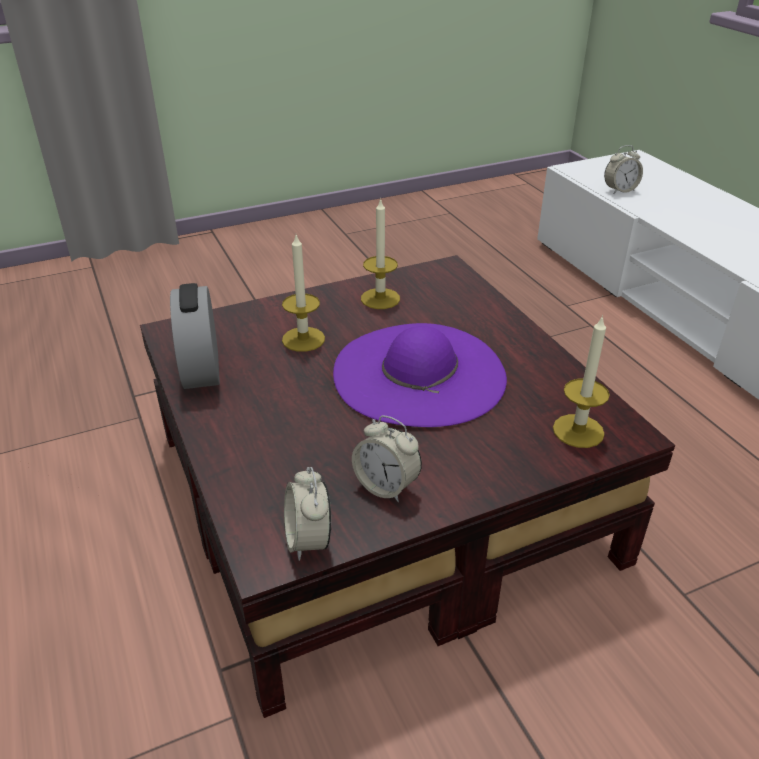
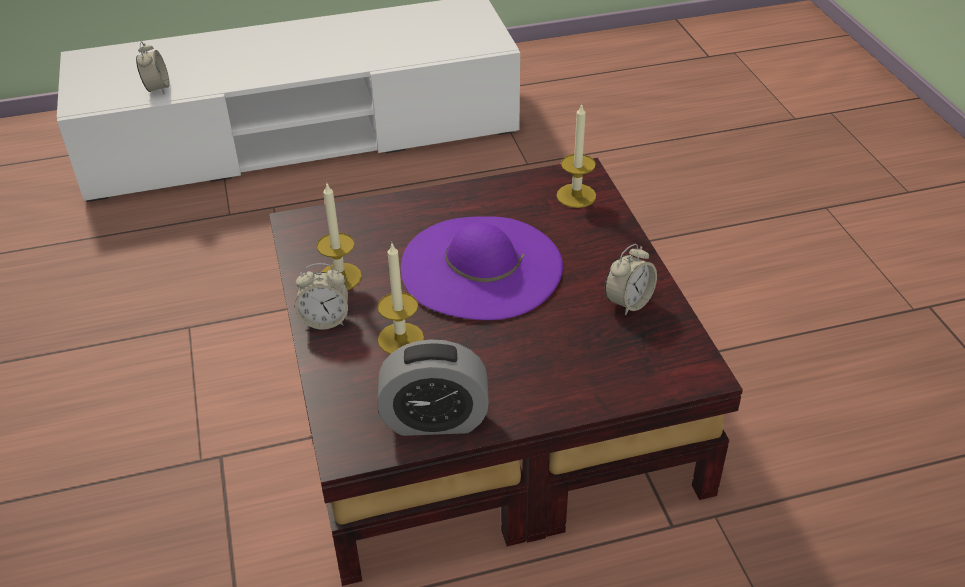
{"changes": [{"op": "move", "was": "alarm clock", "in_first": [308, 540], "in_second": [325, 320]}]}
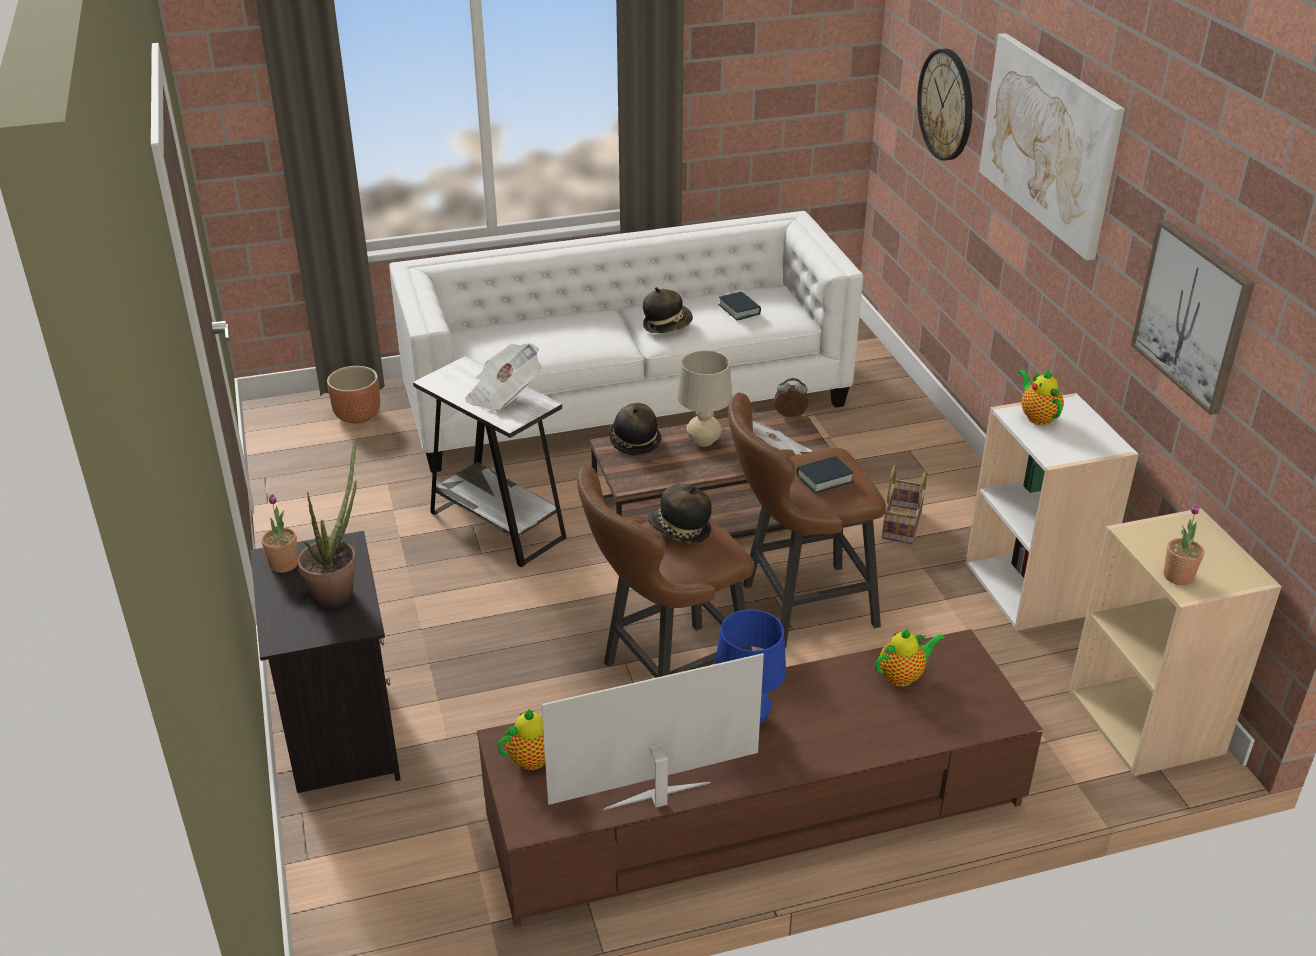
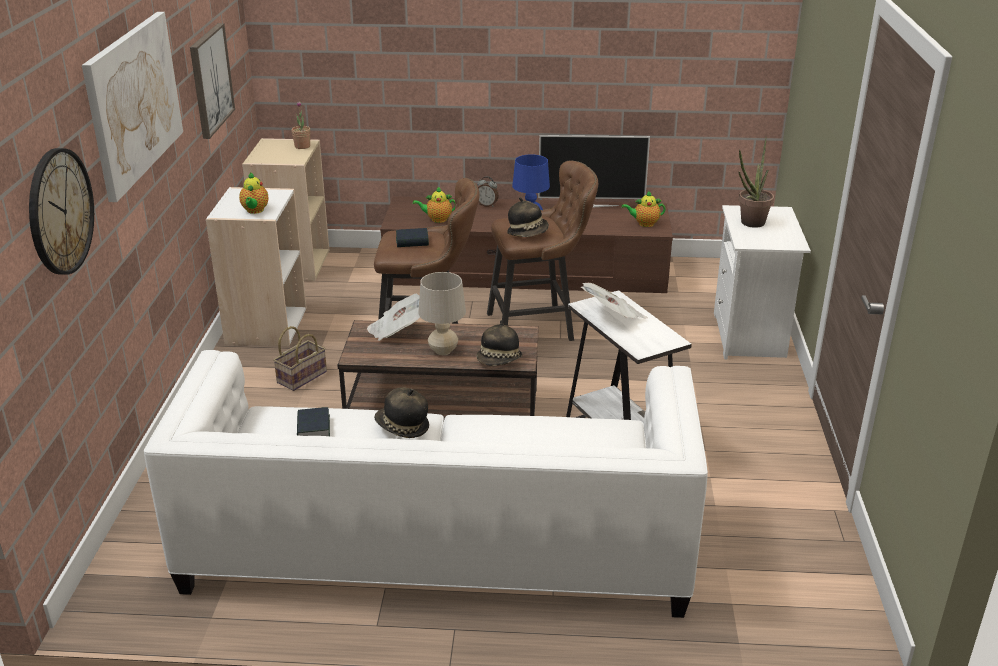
{"changes": [{"op": "recolor", "was": "black nightstand", "now": "white nightstand", "in_first": [340, 736], "in_second": [750, 336]}, {"op": "delete", "was": "potted plant", "in_first": [284, 564]}, {"op": "delete", "was": "brown planter", "in_first": [358, 415]}, {"op": "move", "was": "alarm clock", "in_first": [790, 416], "in_second": [487, 205]}]}
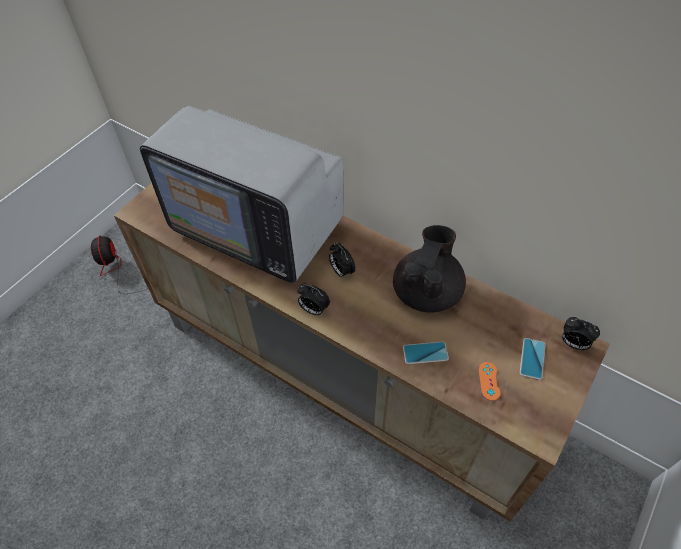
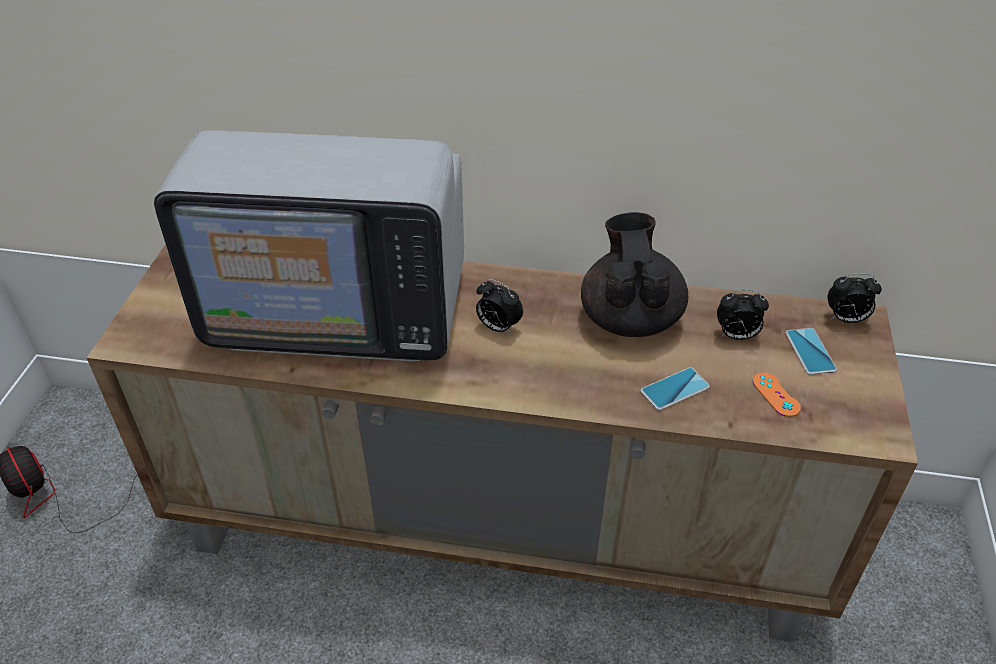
{"changes": [{"op": "move", "was": "alarm clock", "in_first": [313, 310], "in_second": [736, 336]}]}
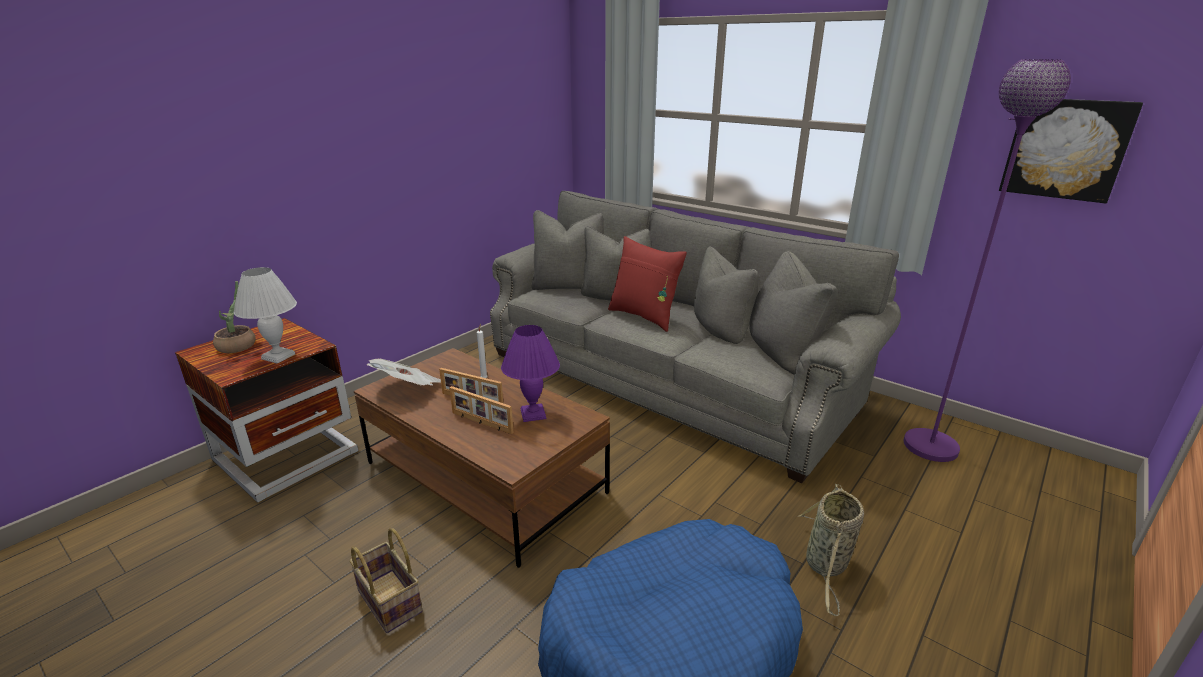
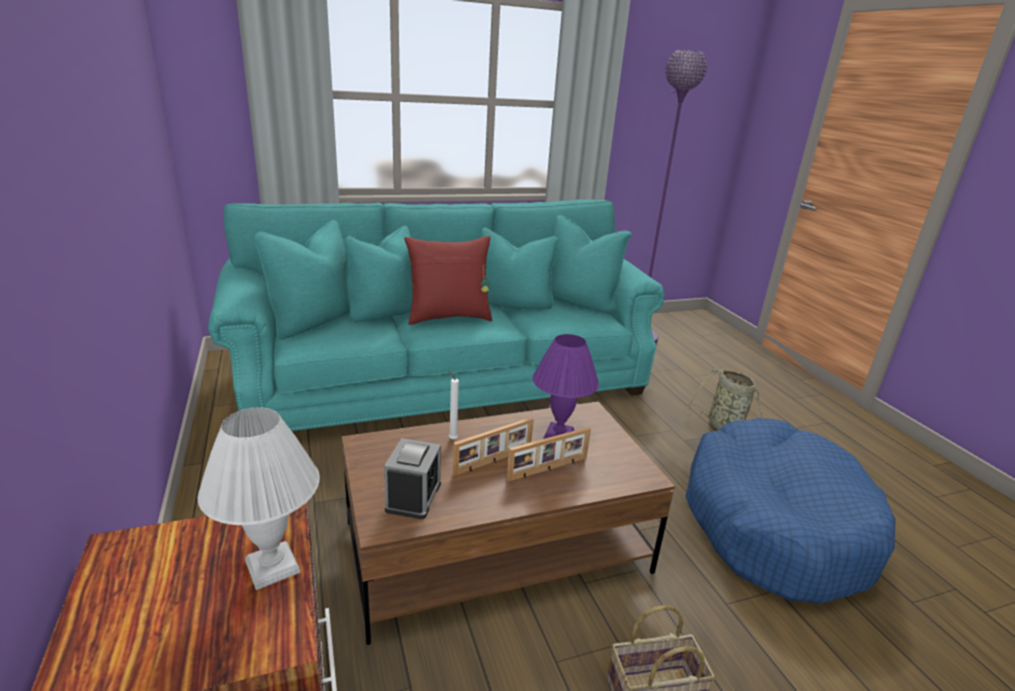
{"changes": [{"op": "delete", "was": "potted plant", "in_first": [242, 345]}, {"op": "replace", "was": "newspaper", "now": "alarm clock", "in_first": [409, 388], "in_second": [413, 496]}, {"op": "recolor", "was": "grey sofa", "now": "turquoise sofa", "in_first": [668, 377], "in_second": [446, 376]}, {"op": "delete", "was": "picture", "in_first": [1066, 149]}]}
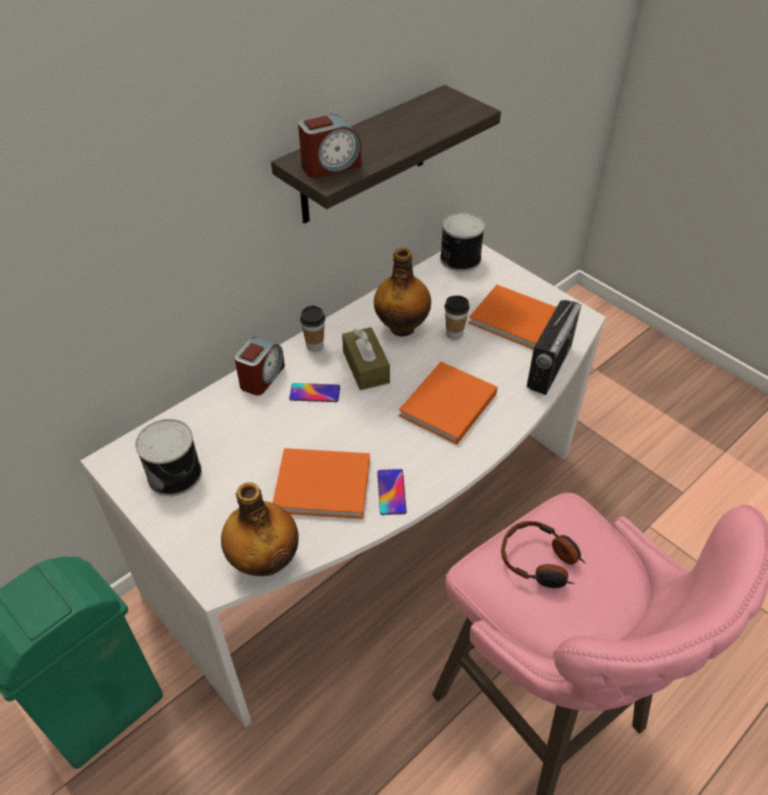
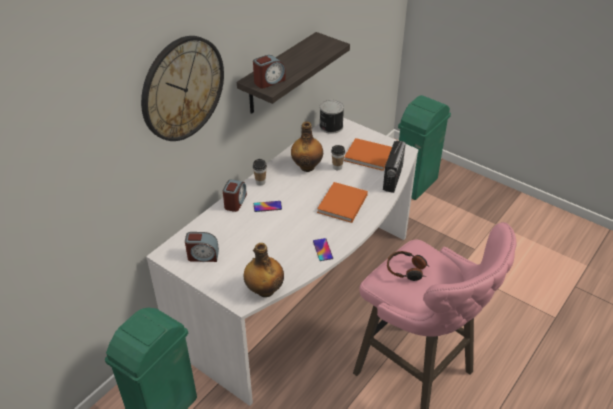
{"changes": [{"op": "replace", "was": "can", "now": "alarm clock", "in_first": [176, 473], "in_second": [203, 256]}, {"op": "delete", "was": "orange book", "in_first": [325, 486]}, {"op": "delete", "was": "brown tissue box", "in_first": [366, 367]}, {"op": "insert", "now": "wall clock", "in_second": [182, 88]}, {"op": "insert", "now": "green trash can", "in_second": [416, 184]}]}
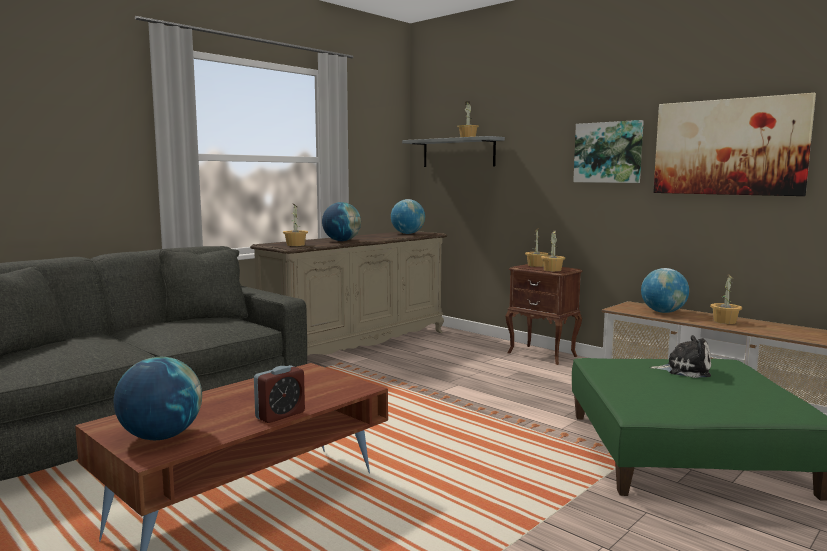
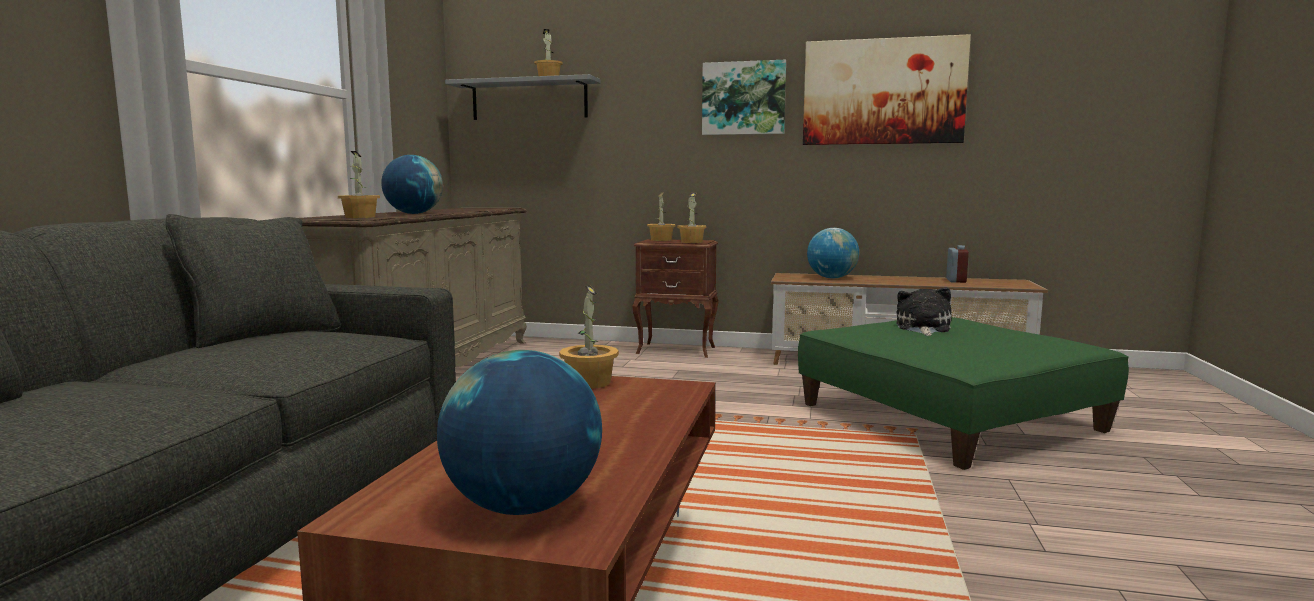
{"changes": [{"op": "move", "was": "alarm clock", "in_first": [280, 415], "in_second": [956, 280]}, {"op": "delete", "was": "globe", "in_first": [407, 233]}, {"op": "rotate", "was": "plush toy", "in_first": [684, 370], "in_second": [922, 328], "clockwise": -60}, {"op": "move", "was": "potted plant", "in_first": [724, 321], "in_second": [588, 382]}]}
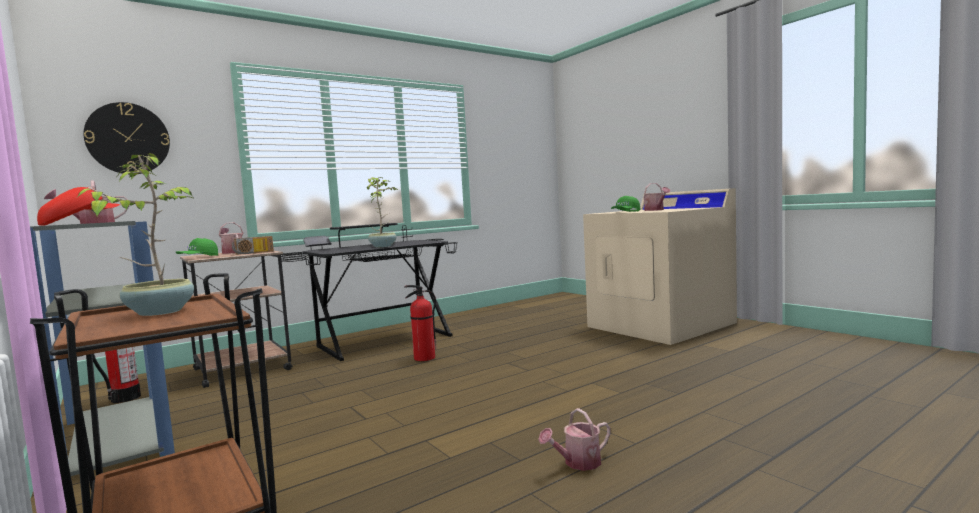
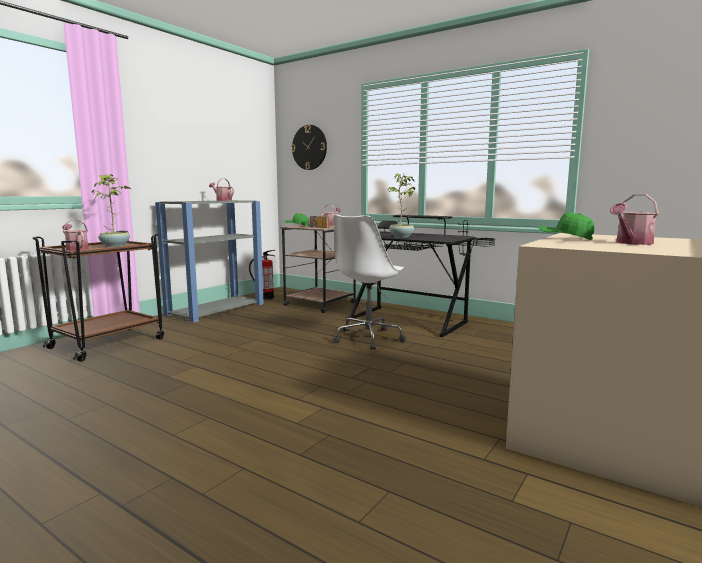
{"changes": [{"op": "delete", "was": "red cap", "in_first": [79, 223]}, {"op": "replace", "was": "fire extinguisher", "now": "white office chair", "in_first": [424, 358], "in_second": [367, 339]}, {"op": "move", "was": "watering can", "in_first": [578, 463], "in_second": [76, 249]}]}
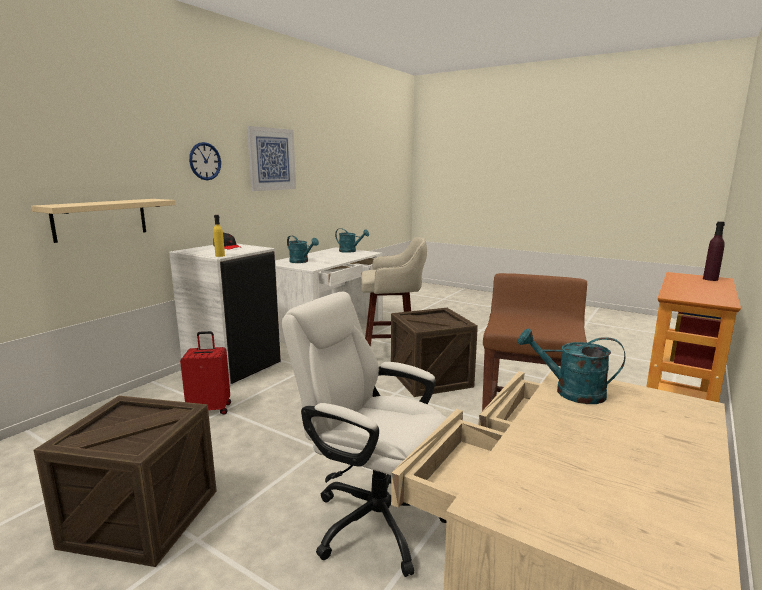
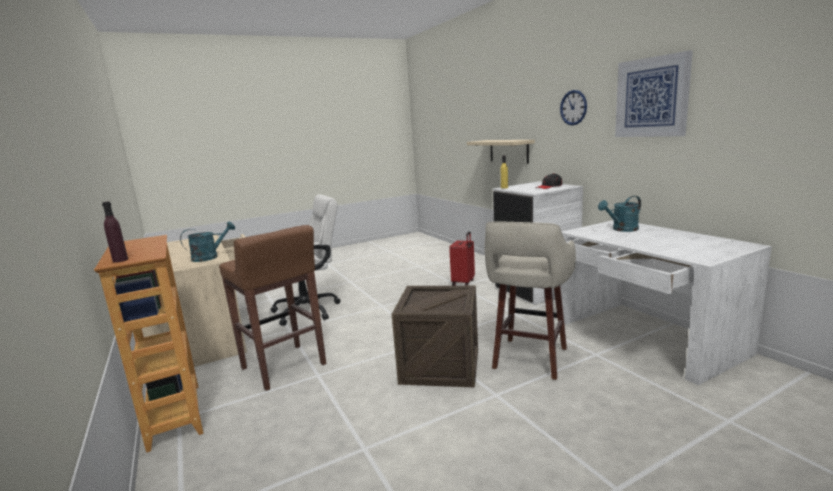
{"changes": [{"op": "delete", "was": "crate", "in_first": [142, 518]}, {"op": "delete", "was": "turquoise watering can", "in_first": [350, 251]}]}
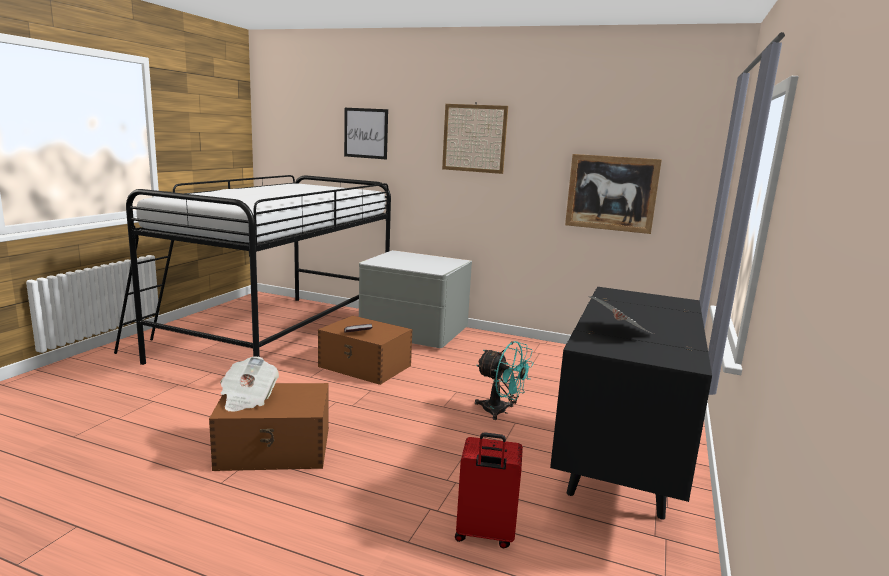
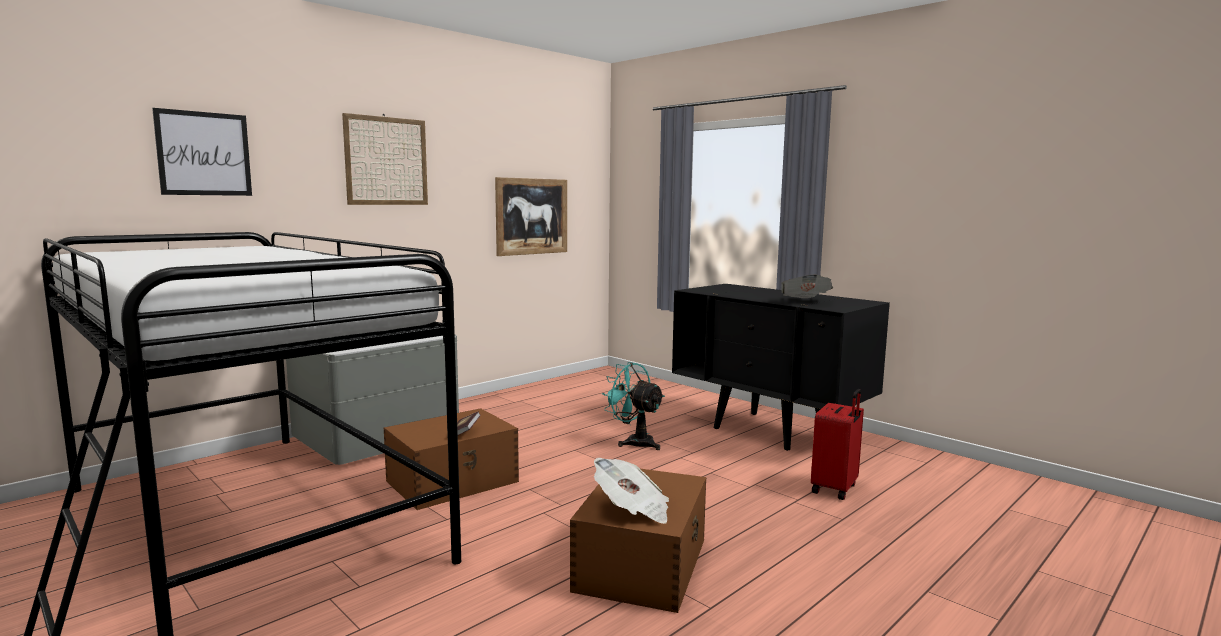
{"changes": [{"op": "rotate", "was": "turquoise fan", "in_first": [500, 411], "in_second": [634, 442], "clockwise": -105}]}
